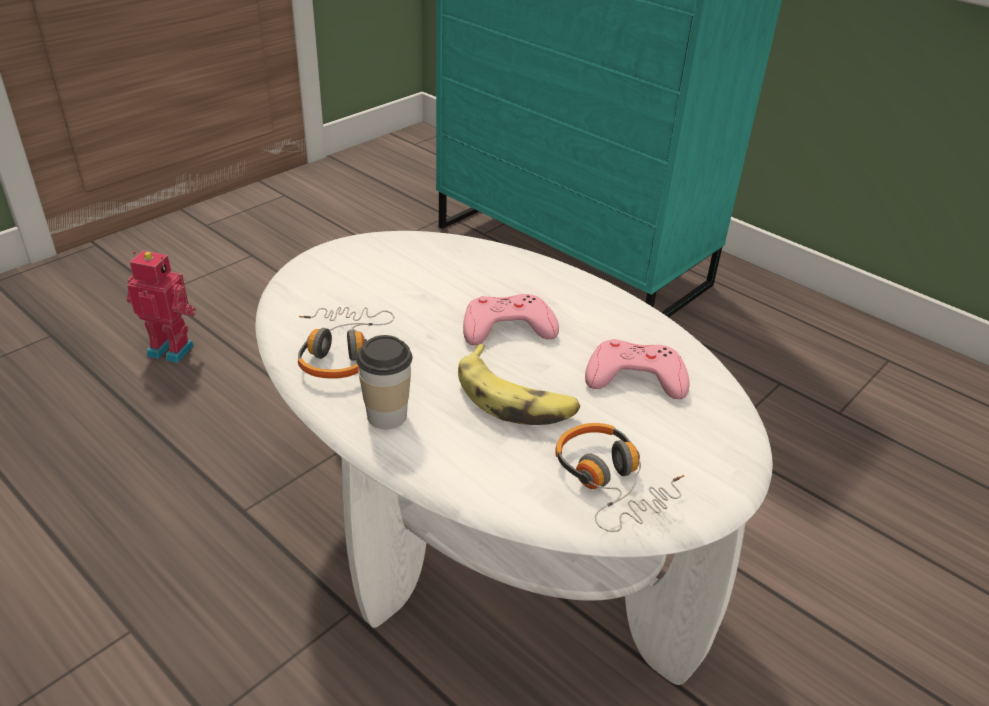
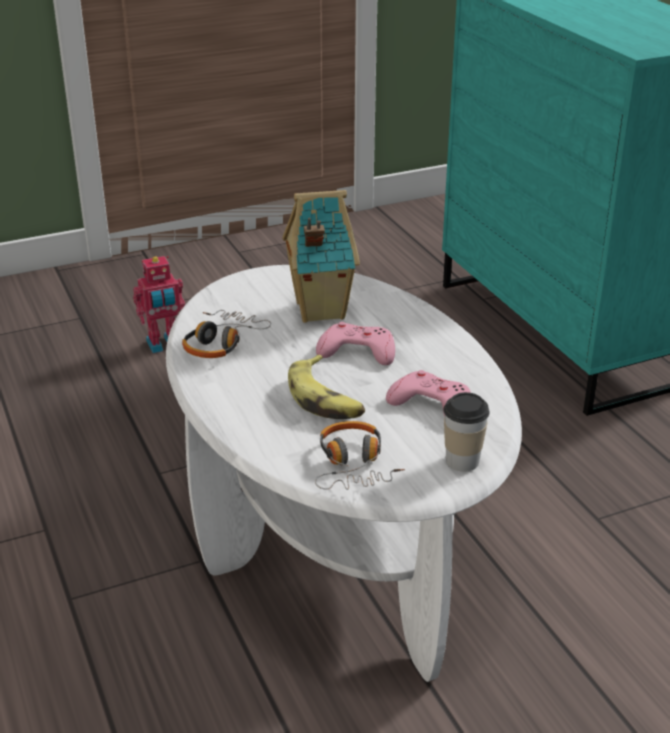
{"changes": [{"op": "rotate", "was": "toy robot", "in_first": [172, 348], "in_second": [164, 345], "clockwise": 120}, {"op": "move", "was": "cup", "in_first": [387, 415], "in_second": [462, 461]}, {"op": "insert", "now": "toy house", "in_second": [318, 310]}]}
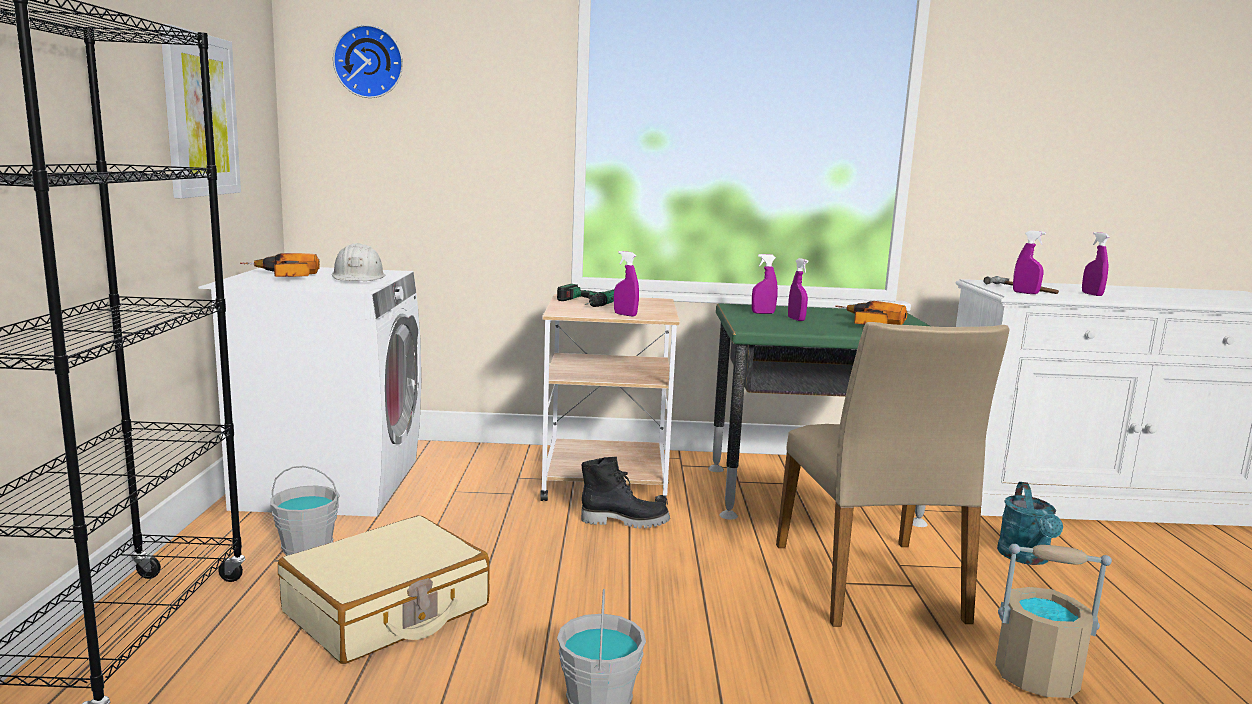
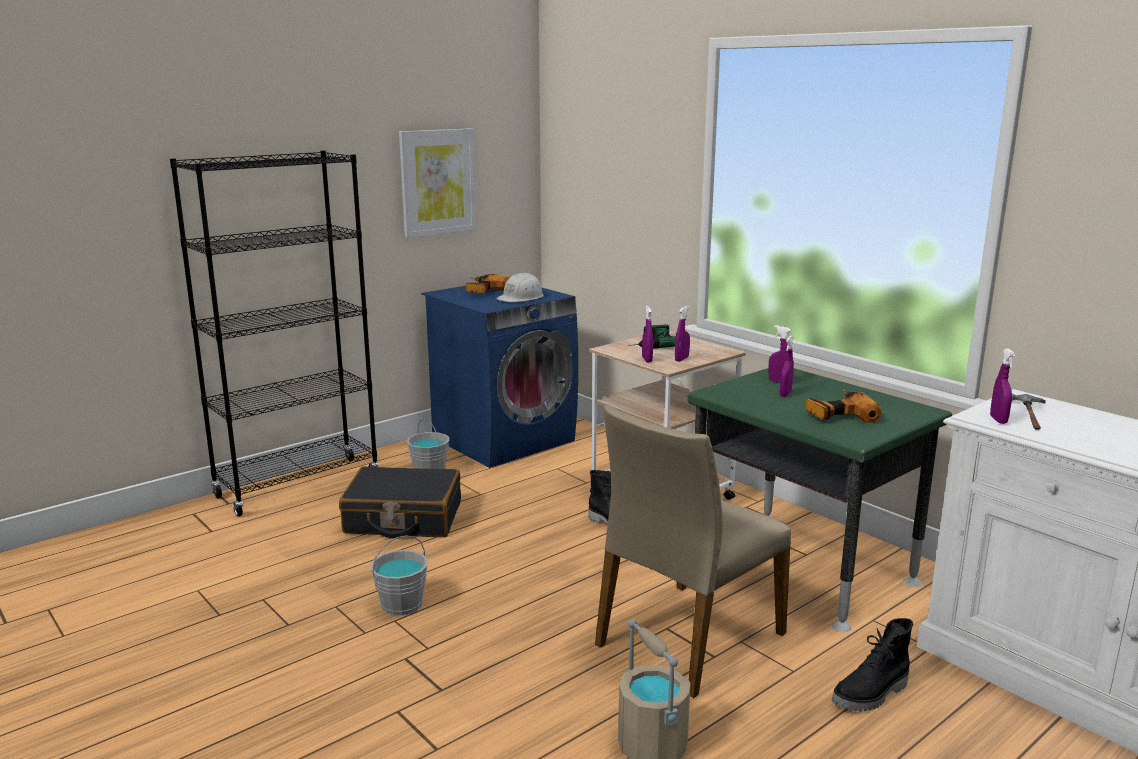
{"changes": [{"op": "recolor", "was": "white washing machine", "now": "blue washing machine", "in_first": [327, 482], "in_second": [503, 438]}, {"op": "recolor", "was": "beige suitcase", "now": "black suitcase", "in_first": [387, 610], "in_second": [403, 518]}, {"op": "delete", "was": "wall clock", "in_first": [369, 62]}, {"op": "replace", "was": "turquoise watering can", "now": "black boot", "in_first": [1026, 558], "in_second": [871, 695]}, {"op": "move", "was": "purple spray bottle", "in_first": [1092, 294], "in_second": [681, 359]}]}
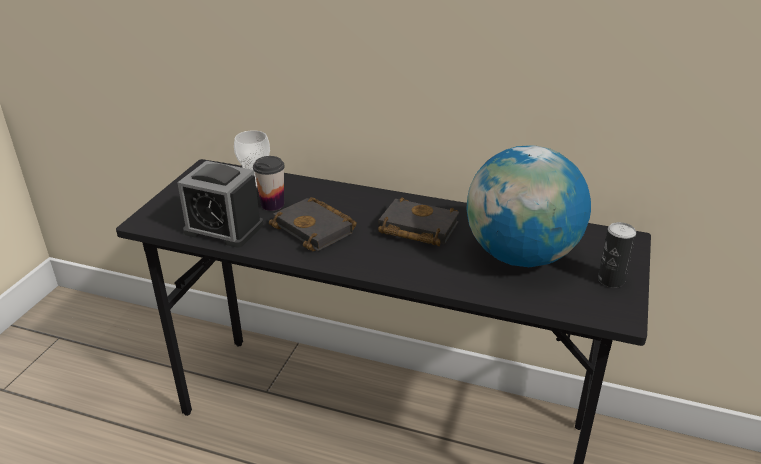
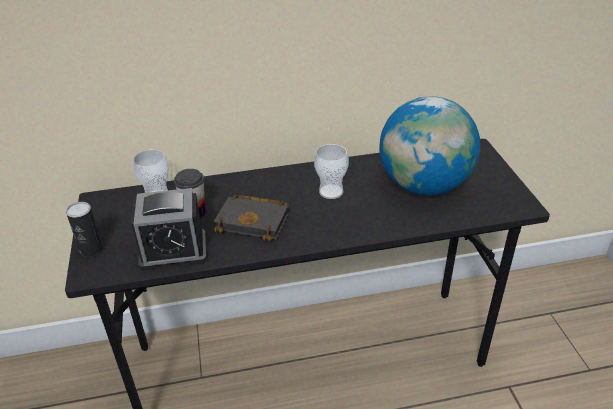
{"changes": [{"op": "replace", "was": "black book", "now": "cup", "in_first": [415, 228], "in_second": [331, 191]}, {"op": "move", "was": "can", "in_first": [611, 280], "in_second": [91, 249]}]}
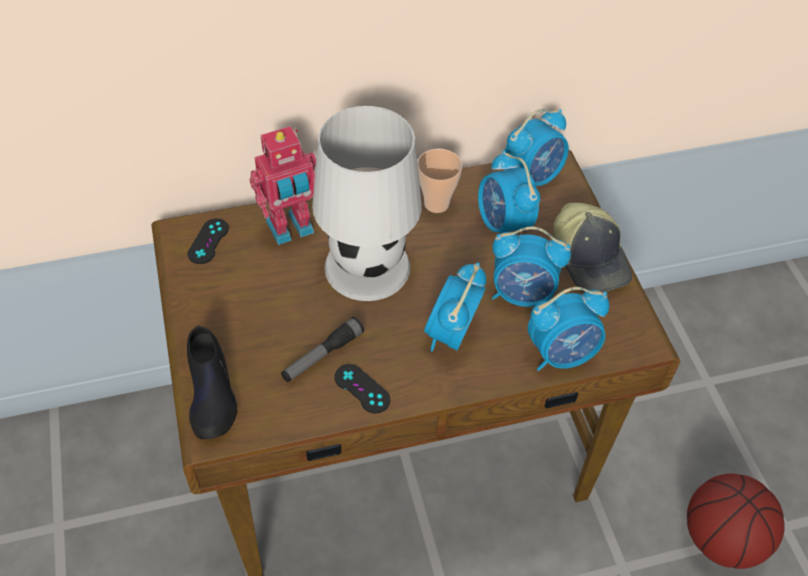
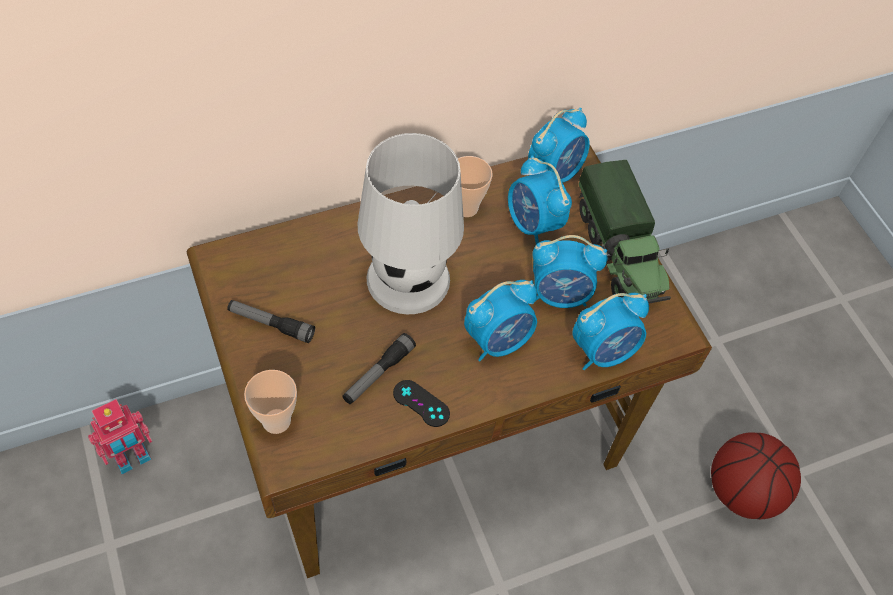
{"changes": [{"op": "replace", "was": "black shoe", "now": "cup", "in_first": [211, 392], "in_second": [276, 421]}, {"op": "delete", "was": "black game controller", "in_first": [208, 241]}, {"op": "move", "was": "toy robot", "in_first": [291, 229], "in_second": [132, 458]}, {"op": "rotate", "was": "alarm clock", "in_first": [451, 334], "in_second": [498, 340], "clockwise": -135}, {"op": "replace", "was": "cap", "now": "toy truck", "in_first": [590, 259], "in_second": [619, 253]}, {"op": "insert", "now": "flashlight", "in_second": [271, 324]}]}
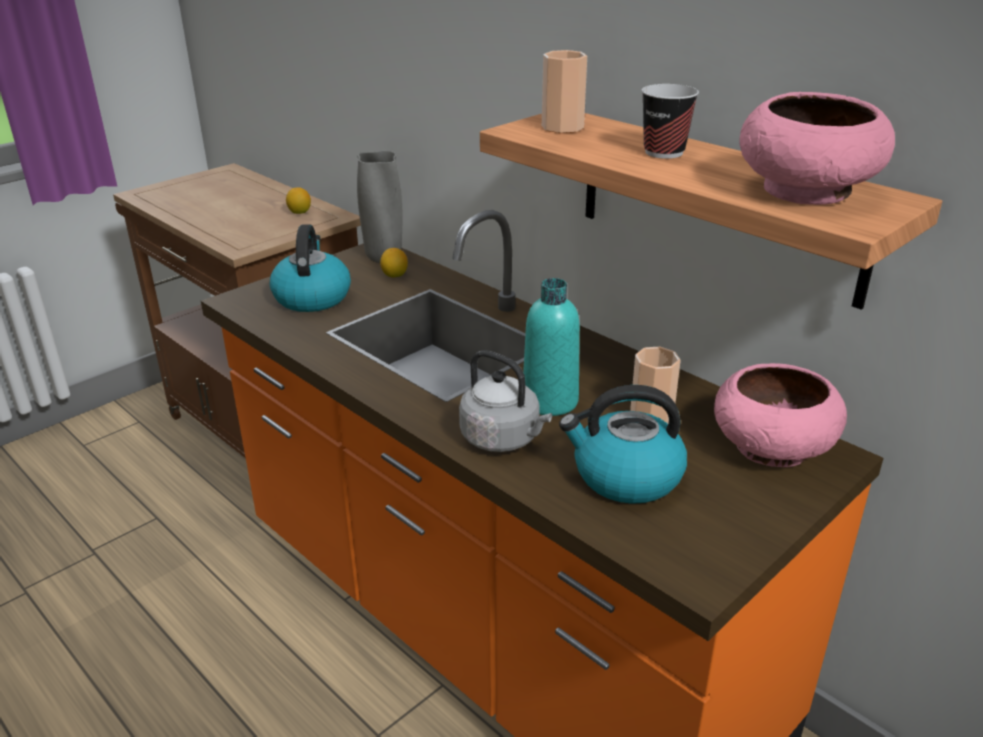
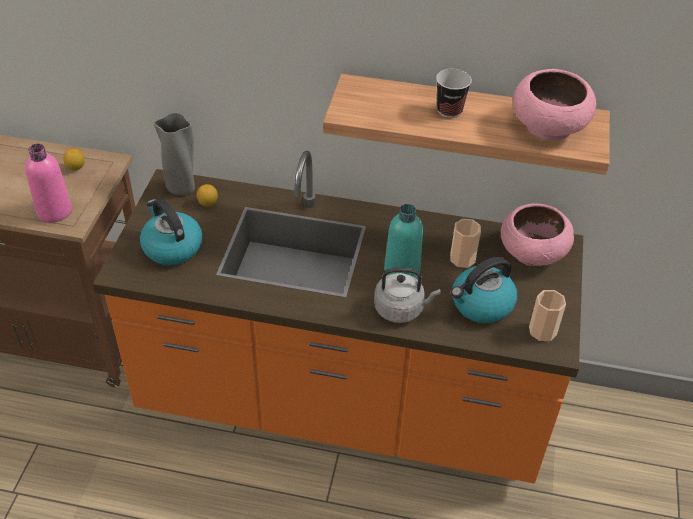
{"changes": [{"op": "move", "was": "cup", "in_first": [562, 127], "in_second": [542, 331]}, {"op": "insert", "now": "pink bottle", "in_second": [54, 211]}]}
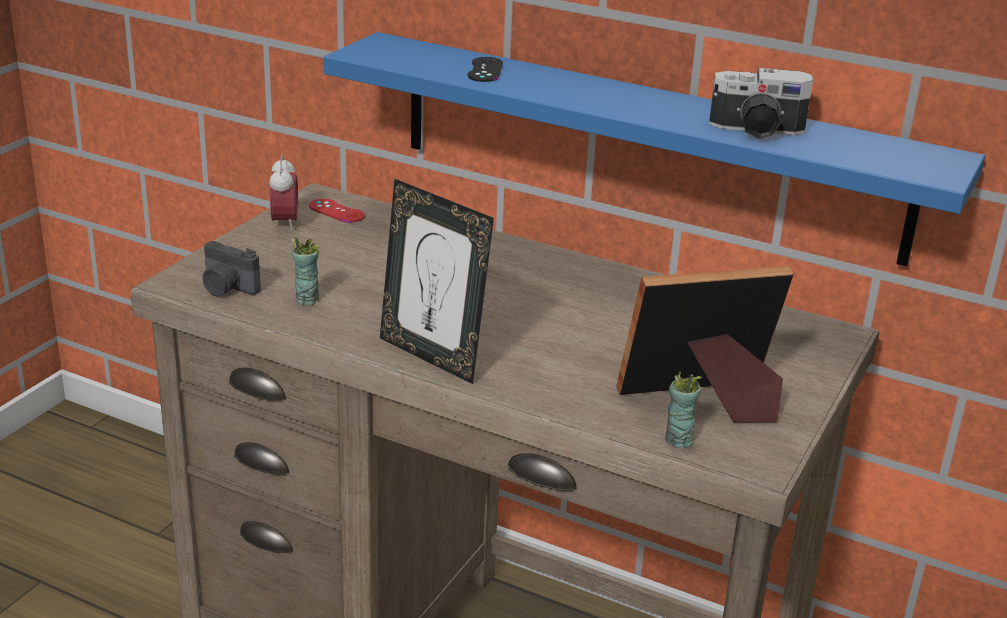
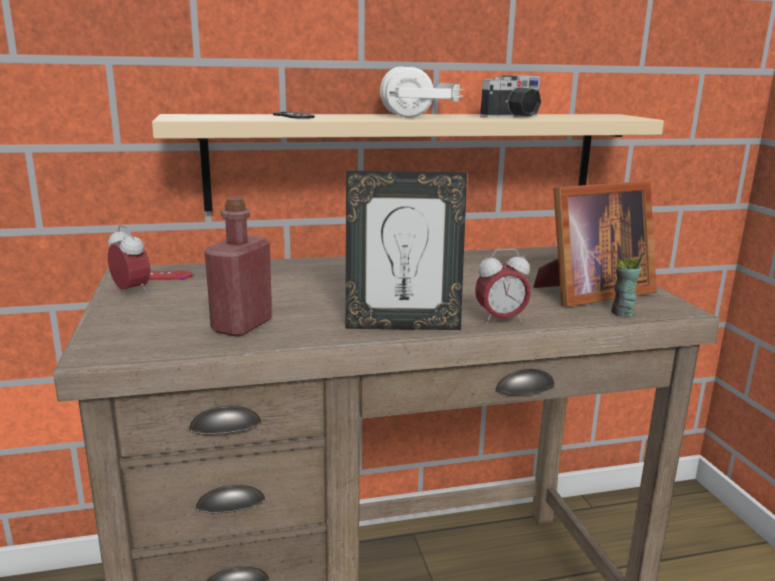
{"changes": [{"op": "delete", "was": "photo camera", "in_first": [227, 288]}, {"op": "replace", "was": "cup", "now": "red bottle", "in_first": [306, 299], "in_second": [242, 326]}, {"op": "recolor", "was": "blue shelf", "now": "beige shelf", "in_first": [646, 145], "in_second": [407, 160]}, {"op": "rotate", "was": "picture frame", "in_first": [705, 401], "in_second": [589, 293], "clockwise": -150}, {"op": "insert", "now": "white headphones", "in_second": [421, 116]}, {"op": "insert", "now": "alarm clock", "in_second": [500, 320]}]}
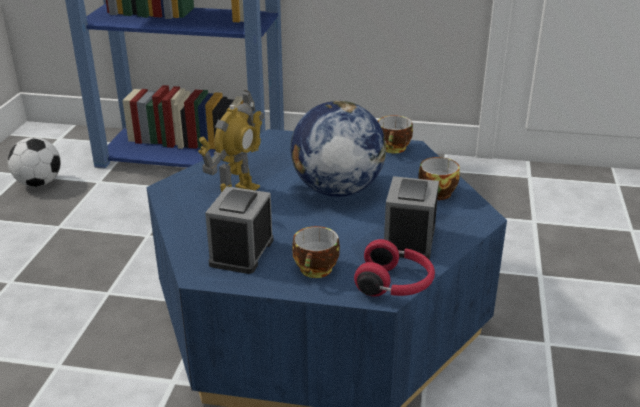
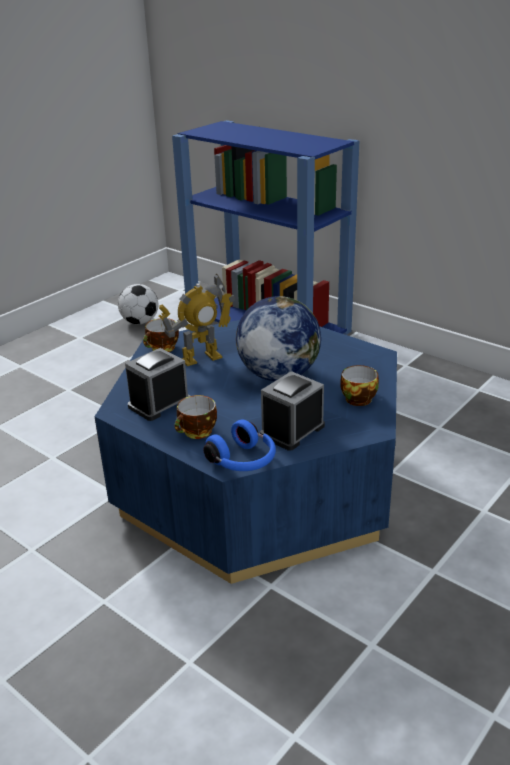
{"changes": [{"op": "recolor", "was": "red headphones", "now": "blue headphones", "in_first": [395, 285], "in_second": [243, 461]}, {"op": "move", "was": "cup", "in_first": [394, 149], "in_second": [162, 349]}]}
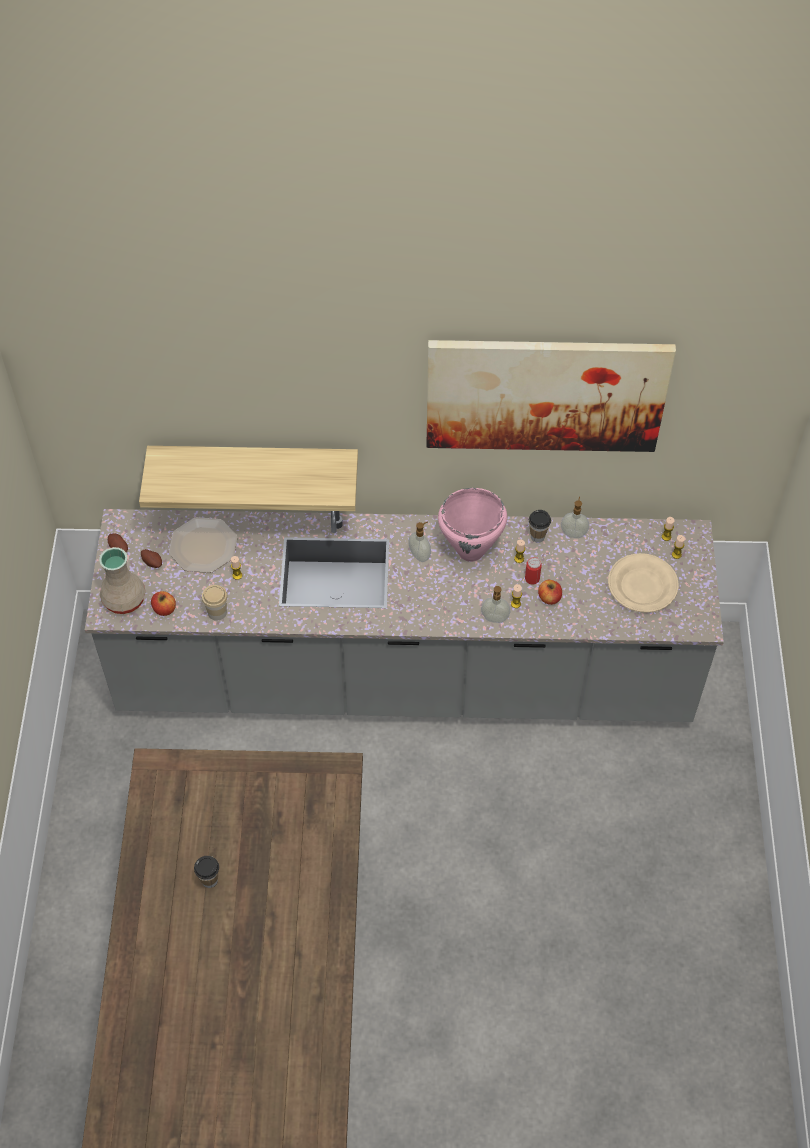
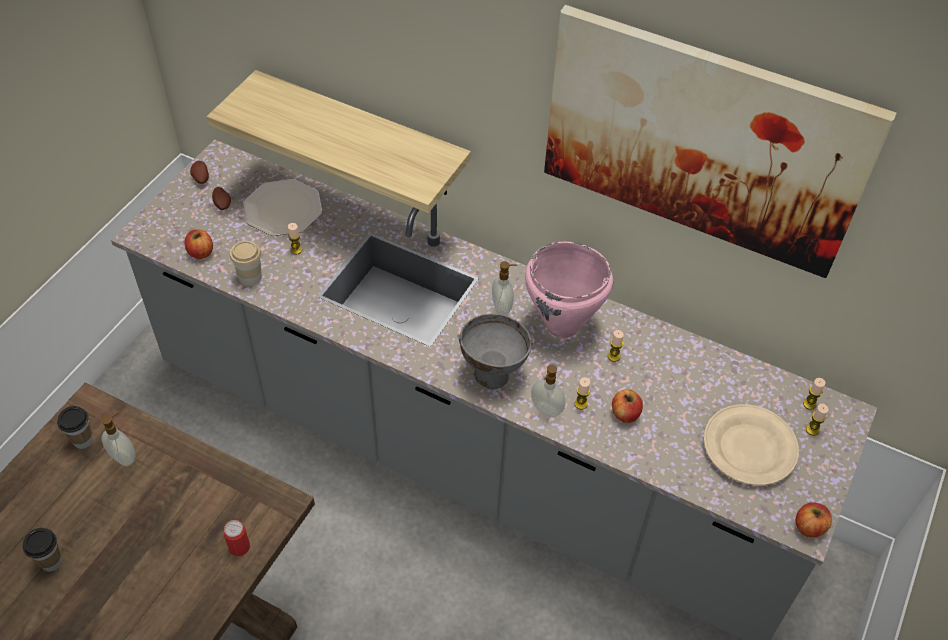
{"changes": [{"op": "delete", "was": "beige vase", "in_first": [123, 599]}, {"op": "move", "was": "can", "in_first": [532, 578], "in_second": [239, 547]}, {"op": "move", "was": "cup", "in_first": [537, 536], "in_second": [83, 441]}, {"op": "move", "was": "soap dispenser", "in_first": [573, 533], "in_second": [124, 457]}, {"op": "insert", "now": "grey bowl", "in_second": [492, 373]}, {"op": "insert", "now": "apple", "in_second": [809, 527]}]}
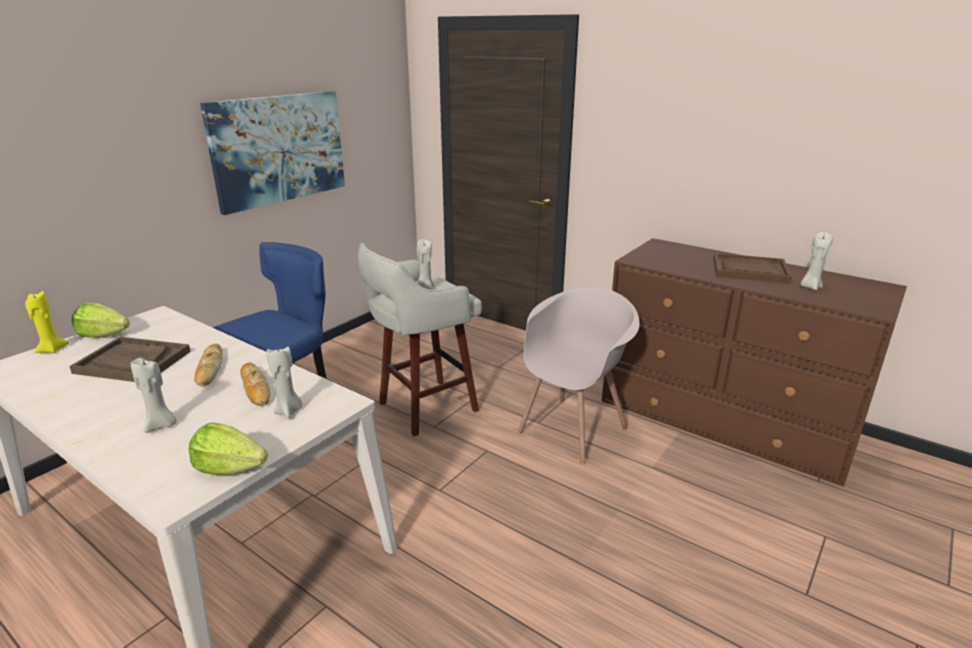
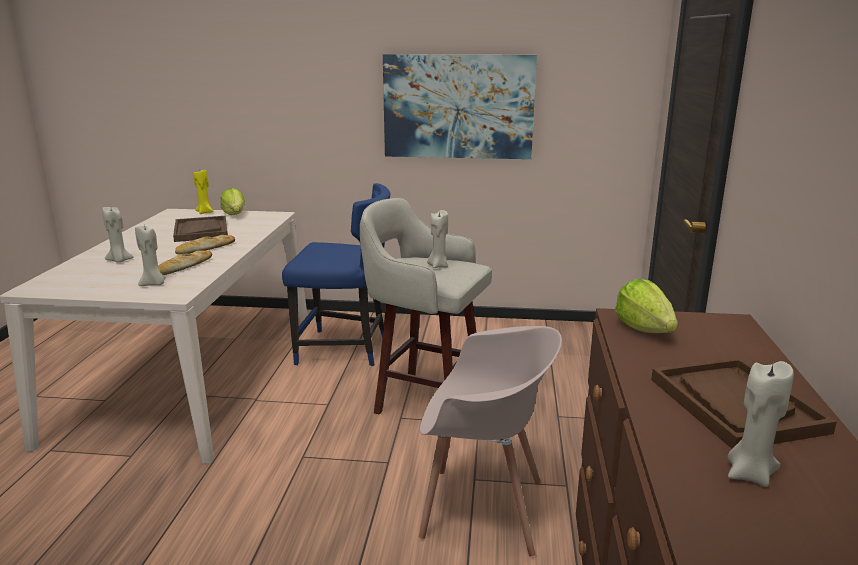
{"changes": [{"op": "move", "was": "lettuce", "in_first": [230, 468], "in_second": [644, 329]}]}
